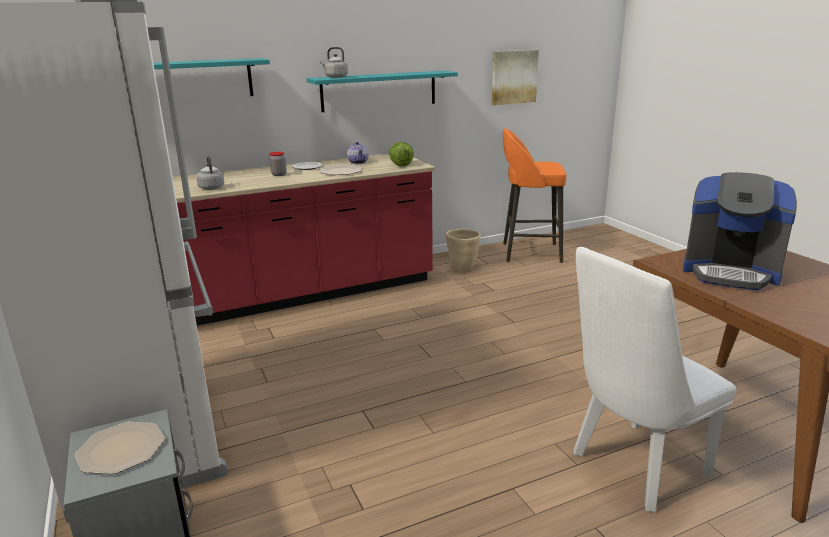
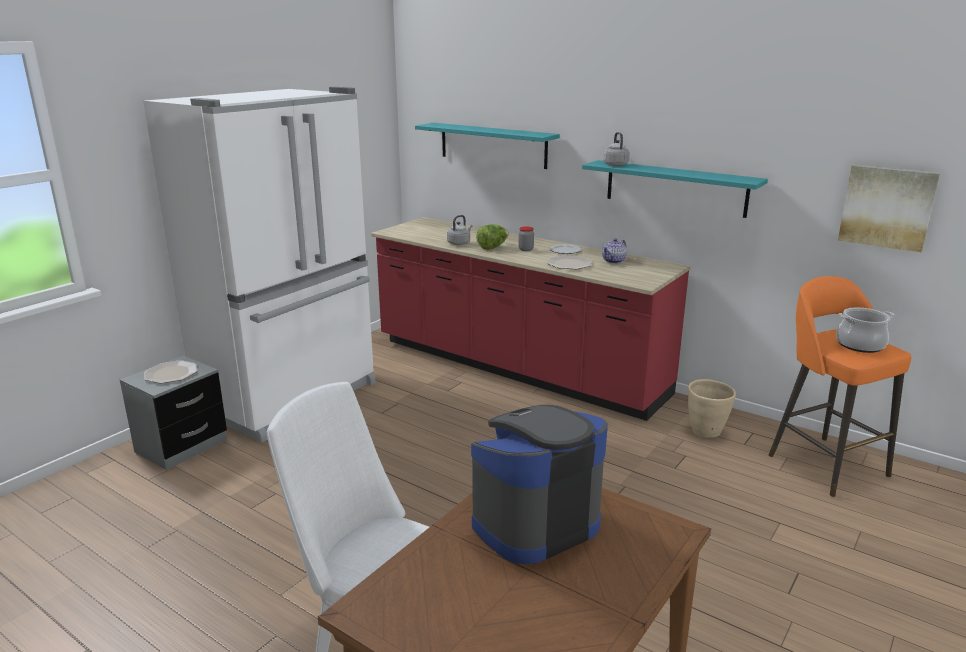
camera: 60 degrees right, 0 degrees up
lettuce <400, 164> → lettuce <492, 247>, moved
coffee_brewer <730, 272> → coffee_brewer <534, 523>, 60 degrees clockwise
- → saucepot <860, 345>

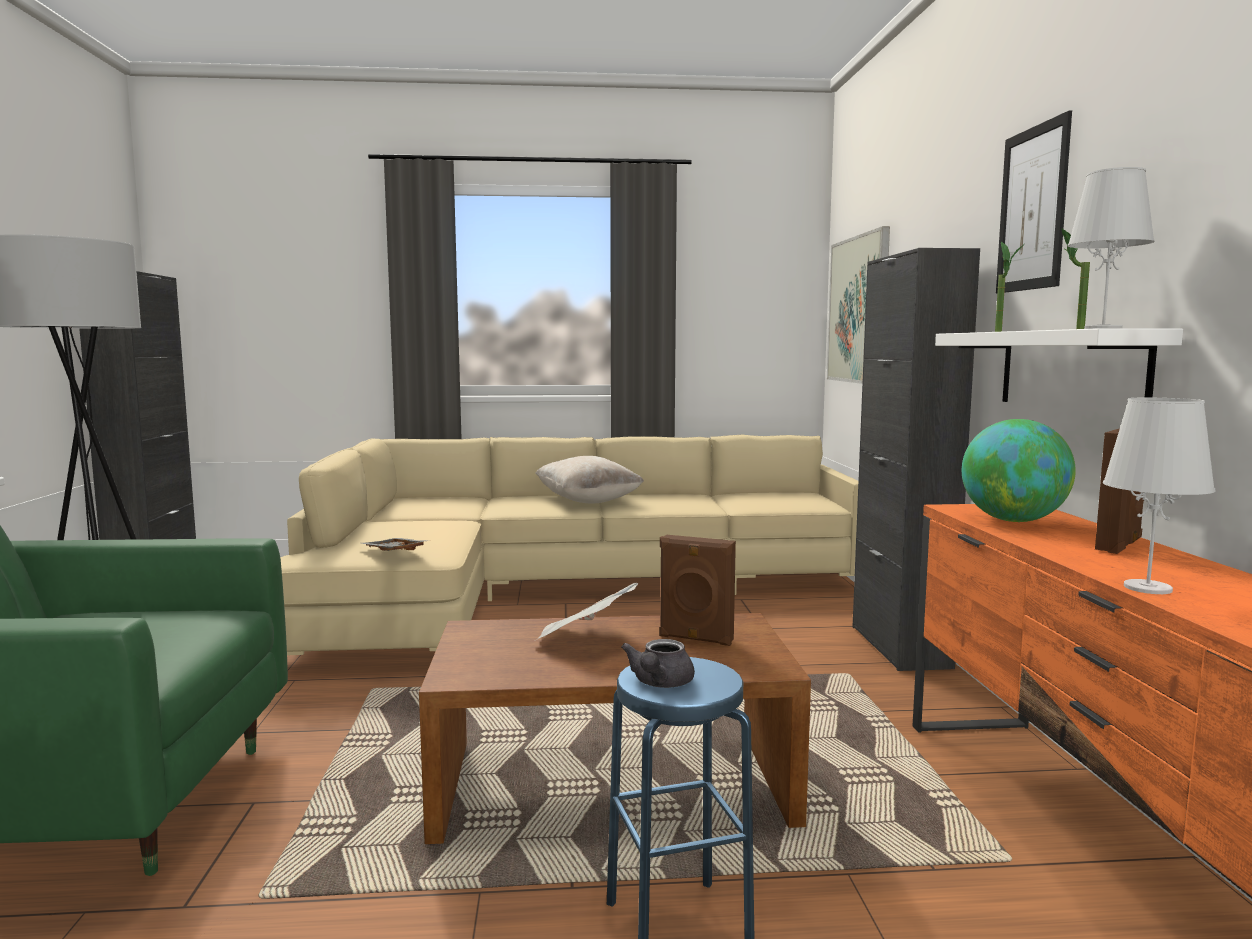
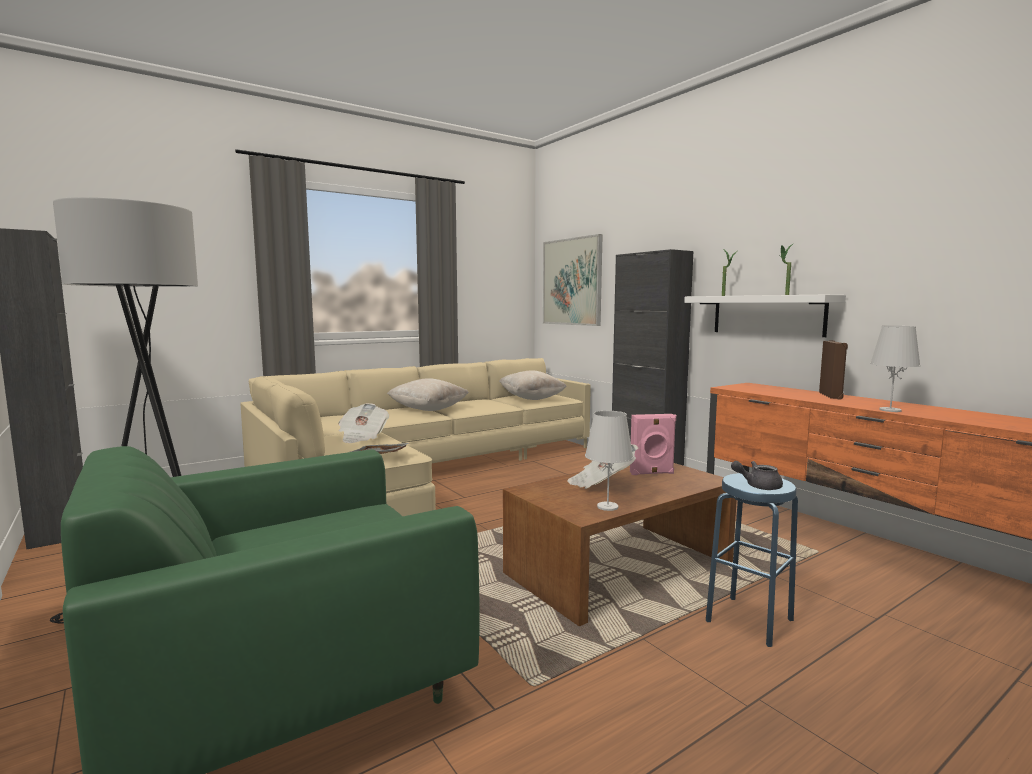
camera: 30 degrees left, 0 degrees up
greyish_pot_for_tea <659, 683> → greyish_pot_for_tea <758, 486>, 105 degrees clockwise
brown_loudspeaker <695, 639> → pinkish_loudspeaker <652, 473>
desk_globe <1013, 520> → -
wall_art <1032, 209> → -
white-coloured_tabletop_lamp <1103, 328> → white-coloured_tabletop_lamp <608, 506>, moved
- → daily_paper <362, 437>
- → beige_throw_pillow <531, 399>

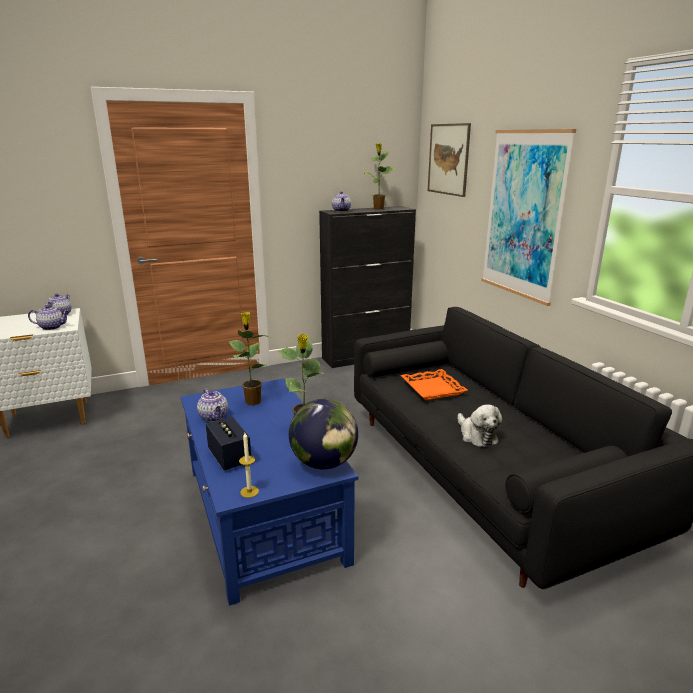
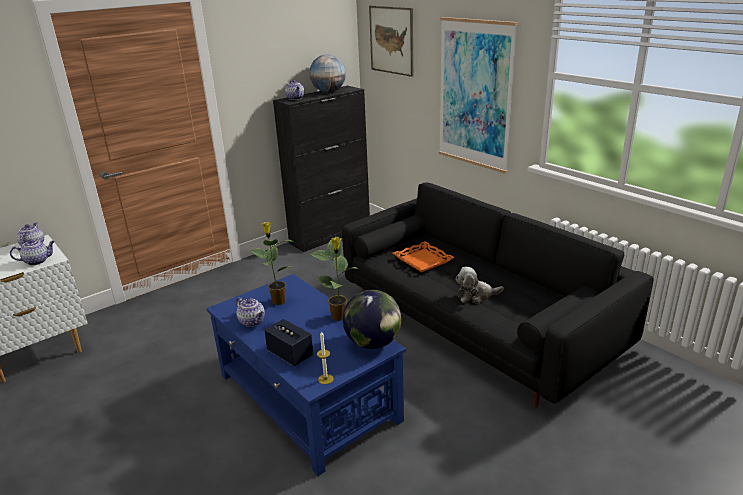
camera: 15 degrees left, 5 degrees up
plant_in_a_pot <378, 208> → desk_globe <328, 92>
cuddly_toy <476, 435> → cuddly_toy <476, 296>, 120 degrees clockwise

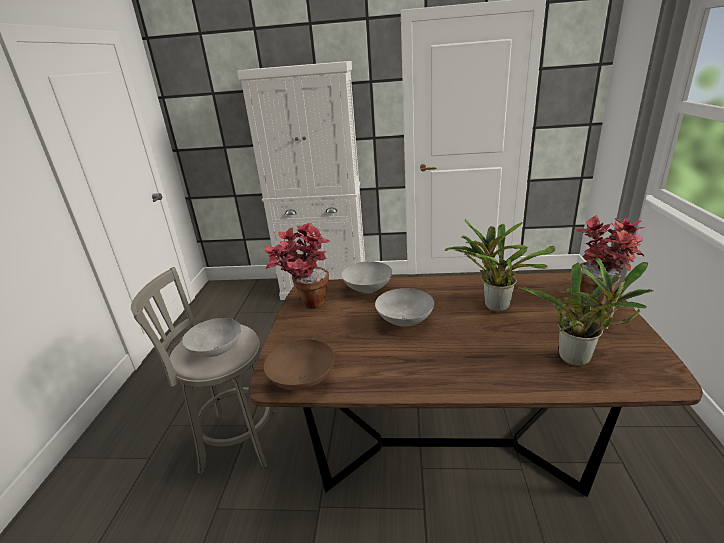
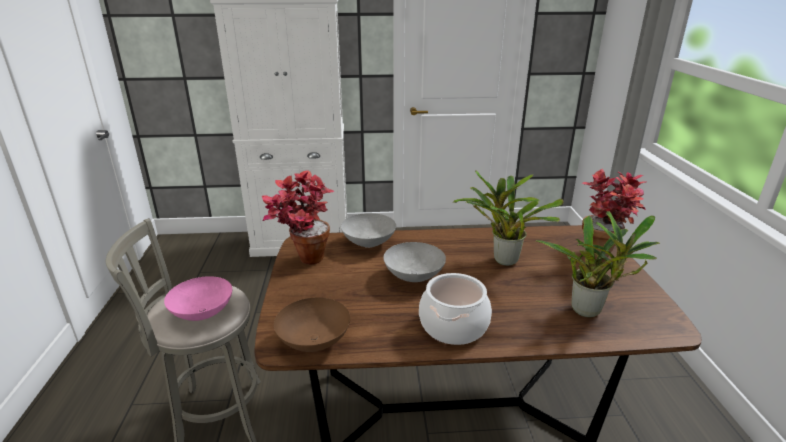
camera: 10 degrees left, 0 degrees up
greyish_serving_bowl <217, 350> → pinkish_serving_bowl <203, 313>
- → saucepot <454, 326>

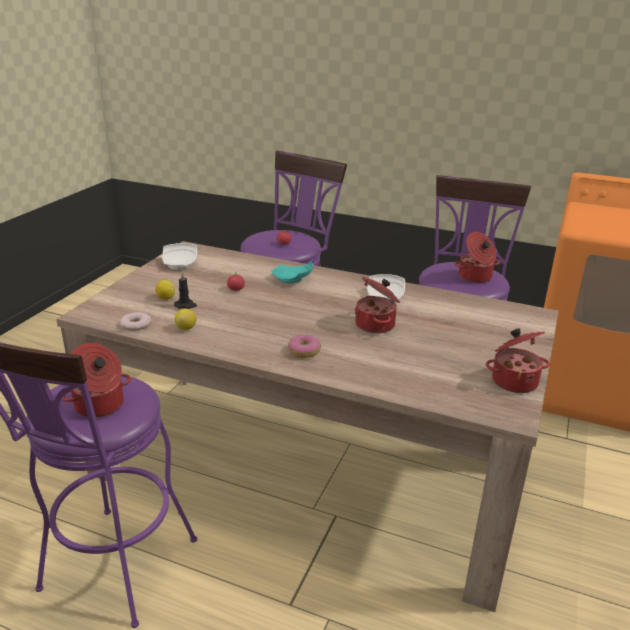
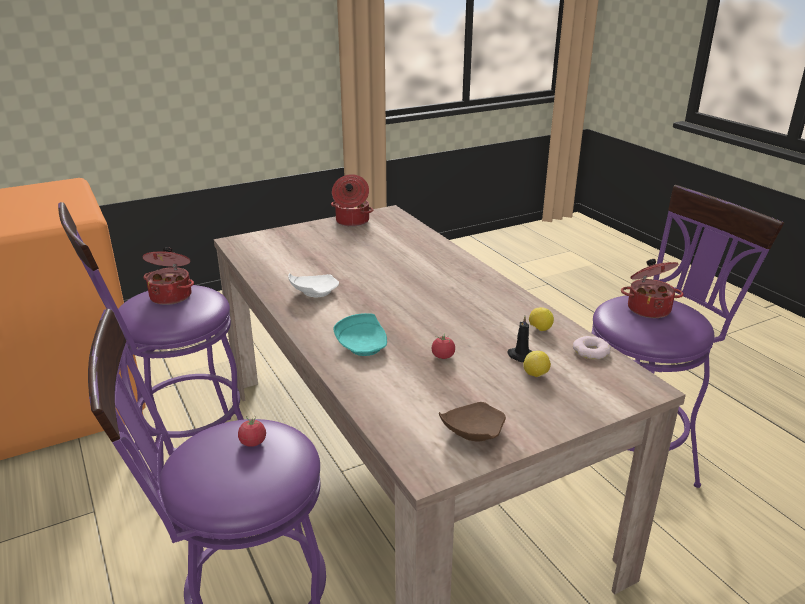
camera: 140 degrees left, 0 degrees up
white-coloured_dinner_plate <180, 264> → brown_dinner_plate <471, 432>
doughnut <304, 351> → -
saucepot <376, 325> → -

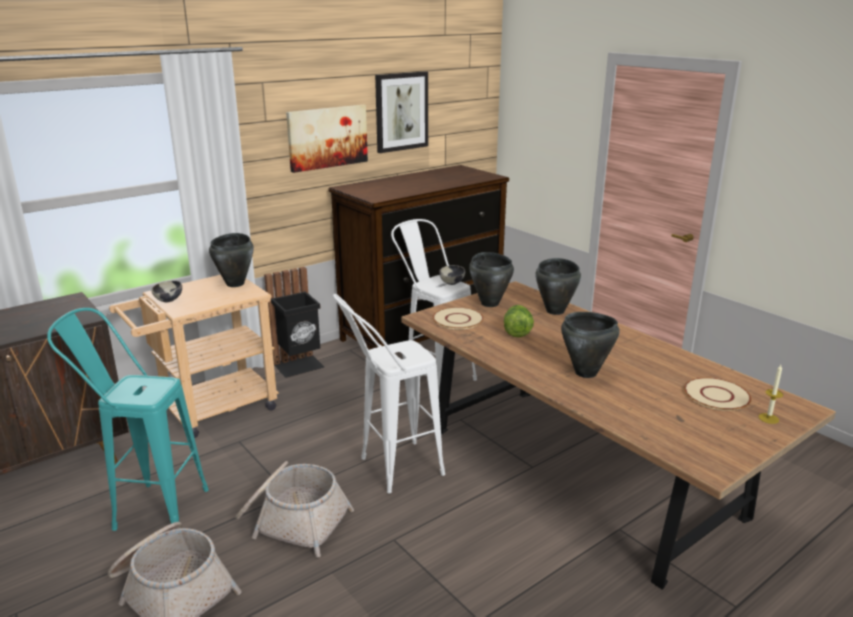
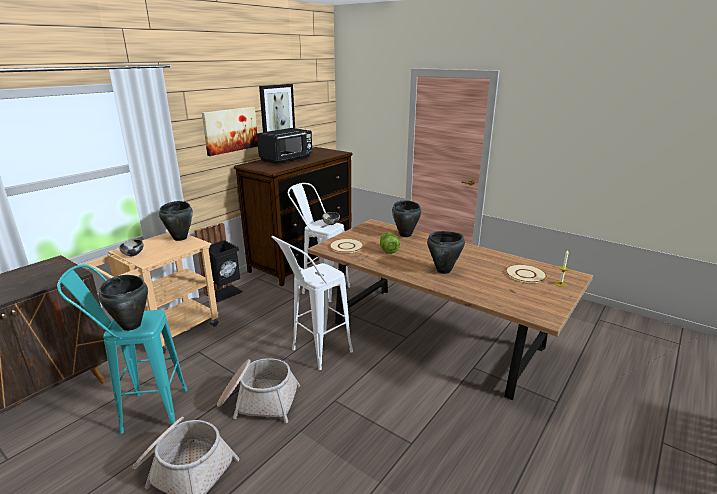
camera: 15 degrees left, 0 degrees up
black_saucepot <490, 303> → black_saucepot <131, 325>, moved
- → black_microwave_oven <287, 159>

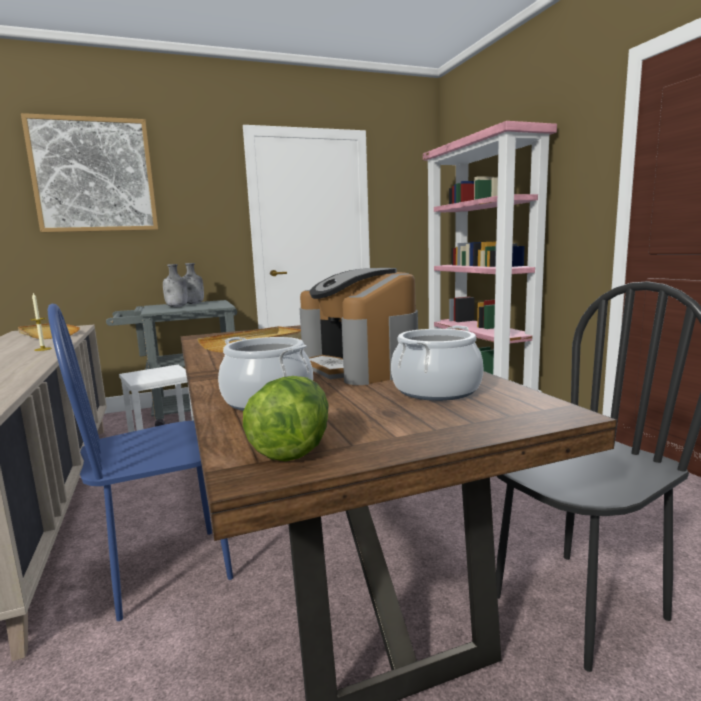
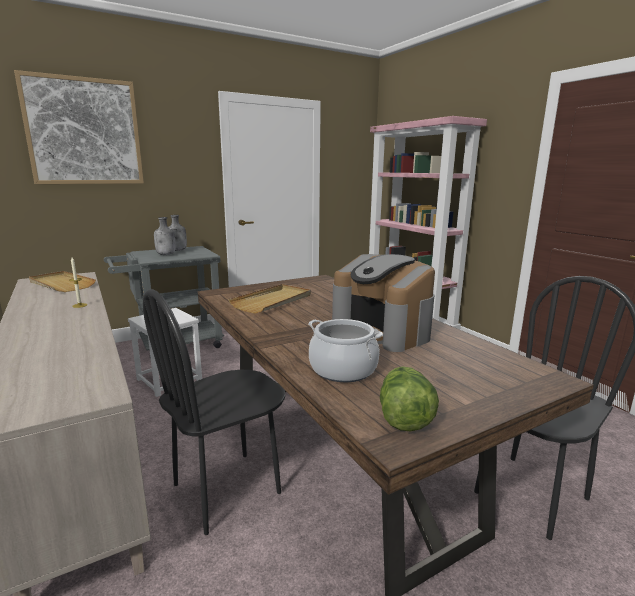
camera: 10 degrees left, 5 degrees up
bluish_plain_chair <170, 569> → black_plain_chair <227, 489>
saucepot <436, 390> → -

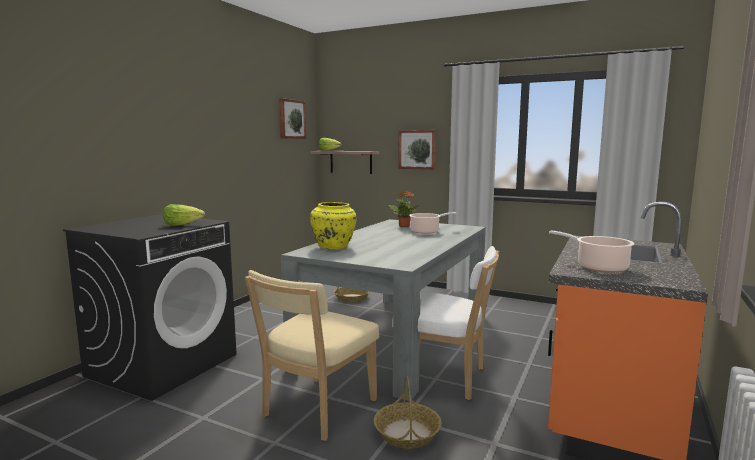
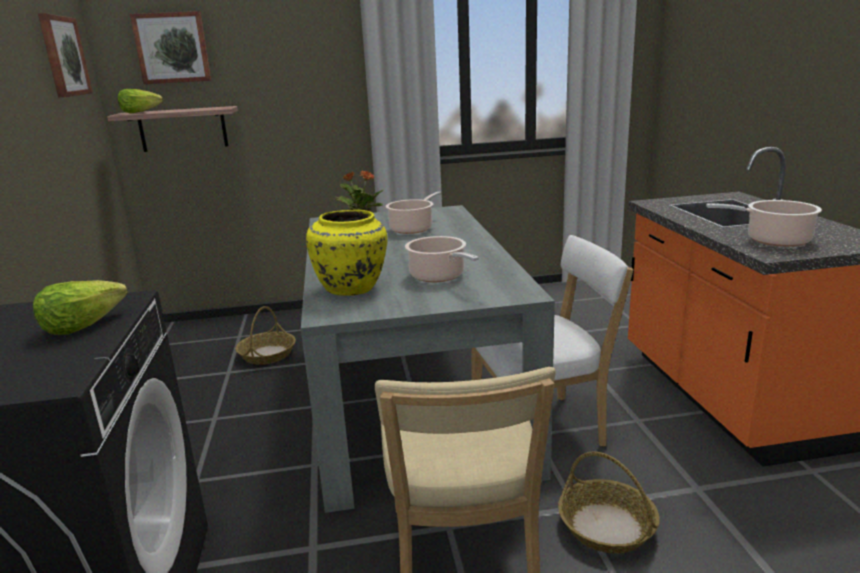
camera: 35 degrees left, 10 degrees up
wall_art <417, 149> → wall_art <172, 48>, moved
- → saucepot <439, 276>

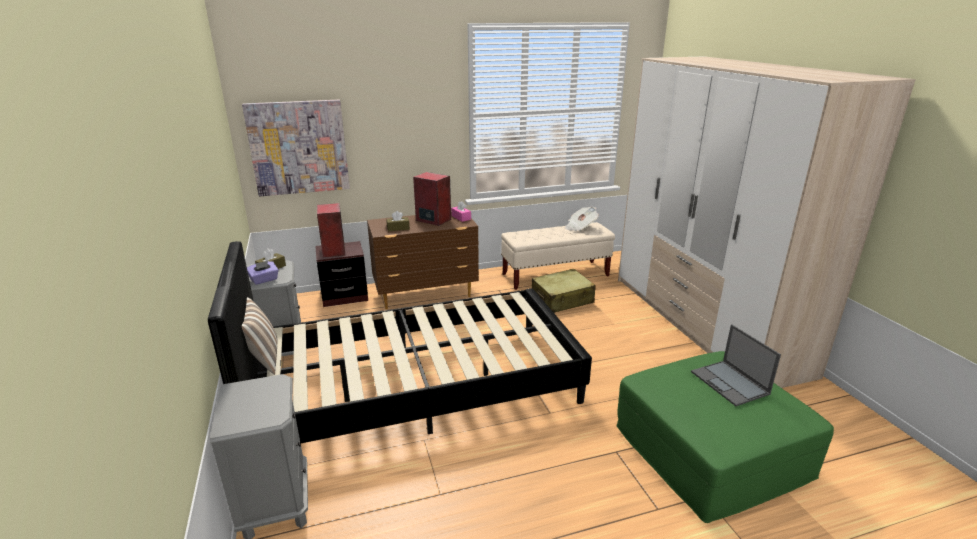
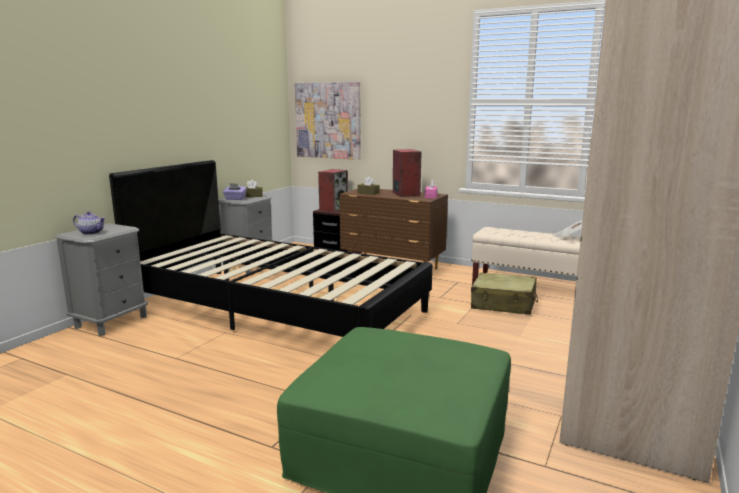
camera: 45 degrees right, 10 degrees down
throw_pillow <263, 359> → -
laptop <730, 383> → -
- → pot_for_tea <91, 232>

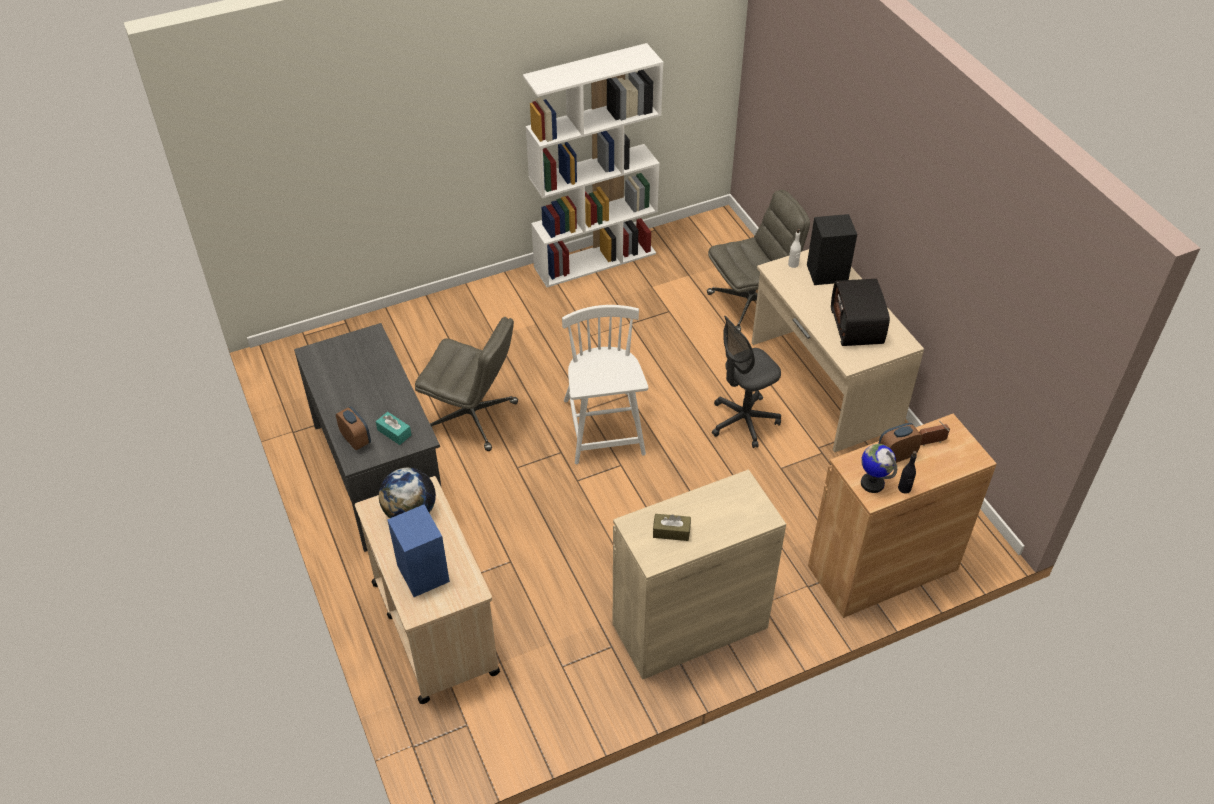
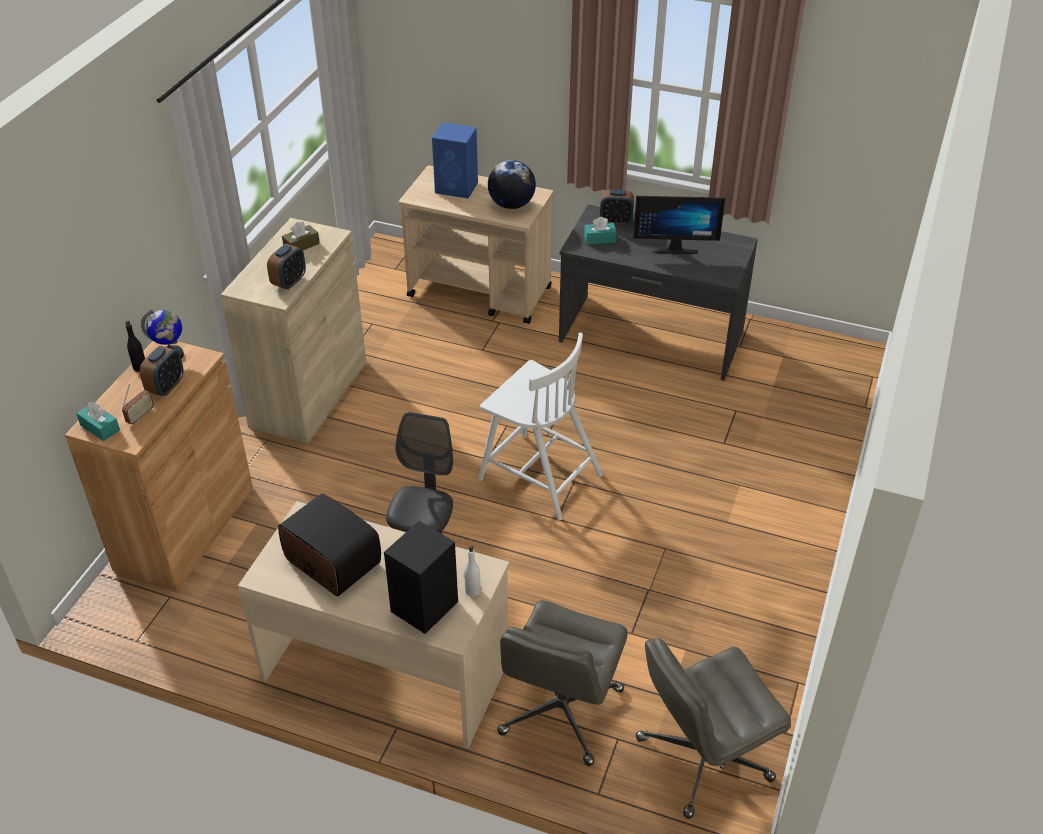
camera: 135 degrees right, 5 degrees down
greyish_office_chair <473, 417> → greyish_office_chair <702, 759>, moved
white-coloured_bookshelf <595, 259> → -
- → blue-green_box_of_tissues <100, 428>
- → bedside_clock <289, 282>
- → computer_display <674, 248>

